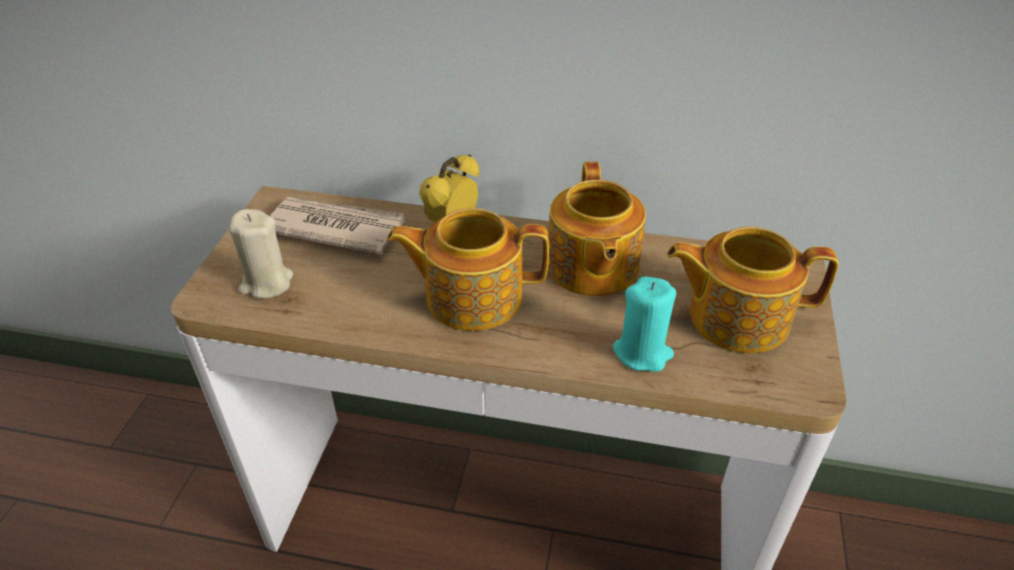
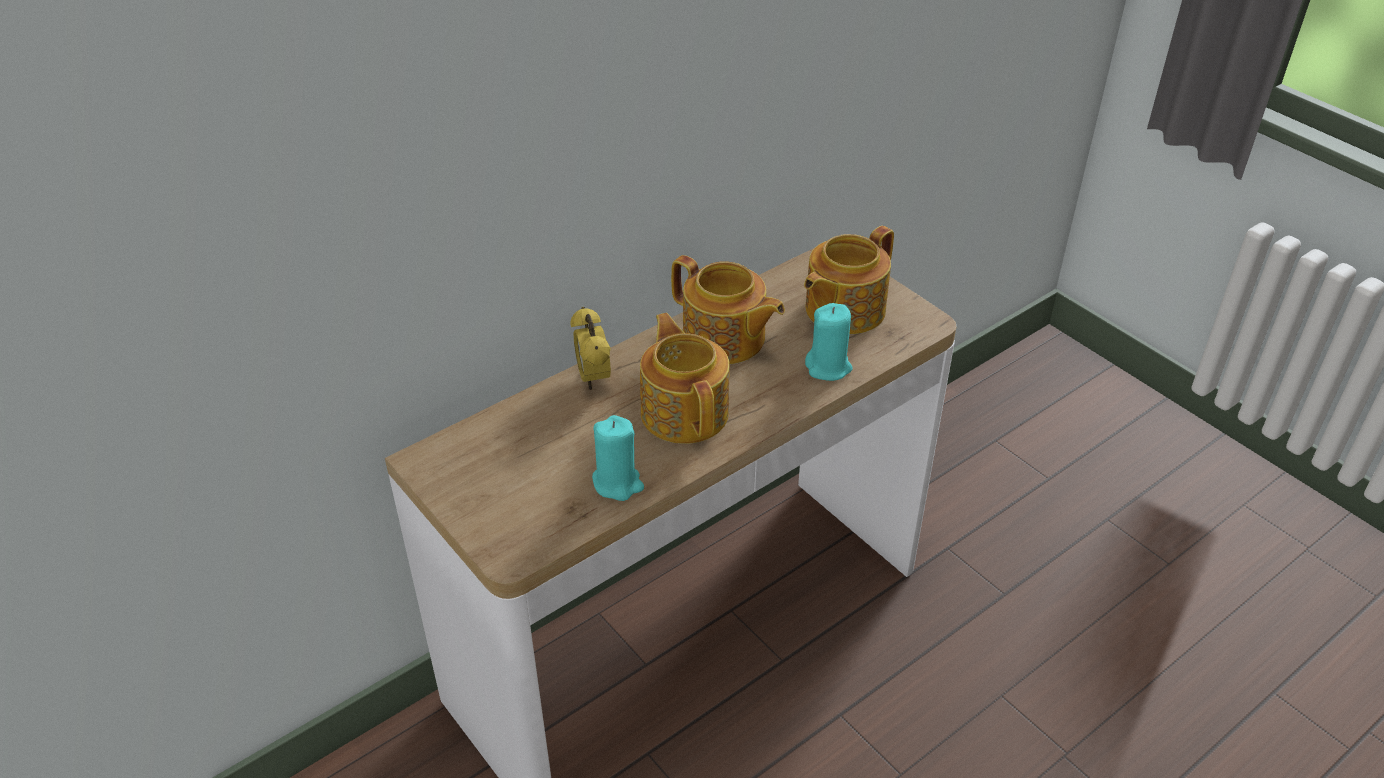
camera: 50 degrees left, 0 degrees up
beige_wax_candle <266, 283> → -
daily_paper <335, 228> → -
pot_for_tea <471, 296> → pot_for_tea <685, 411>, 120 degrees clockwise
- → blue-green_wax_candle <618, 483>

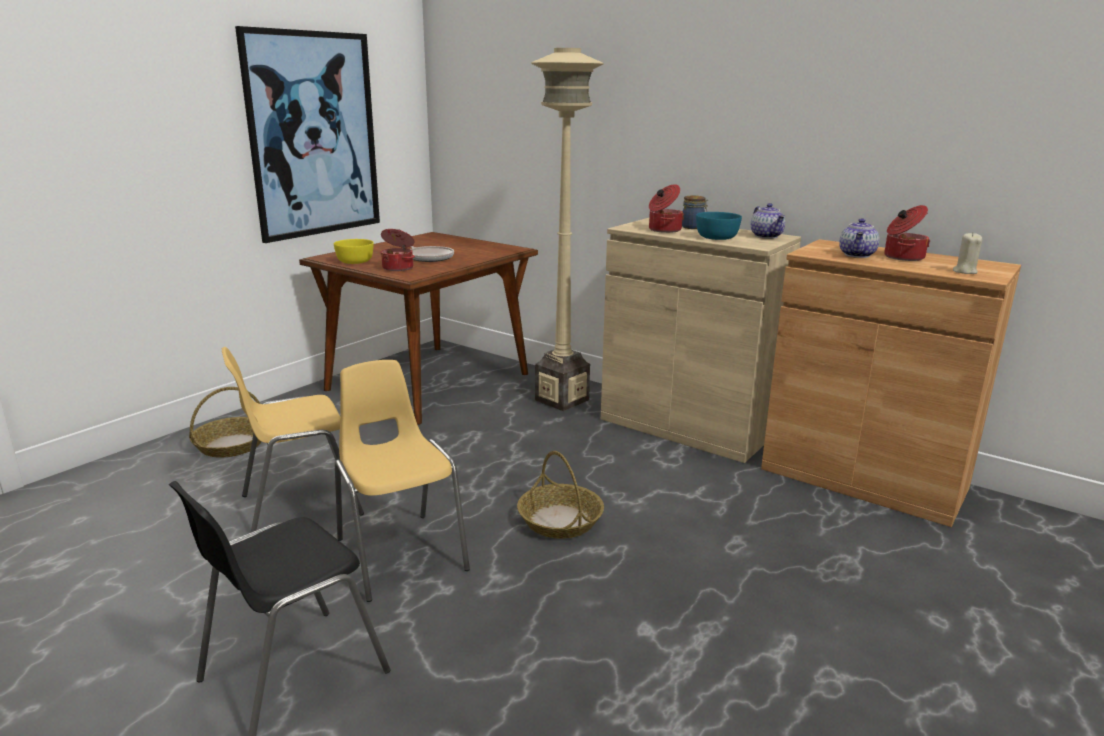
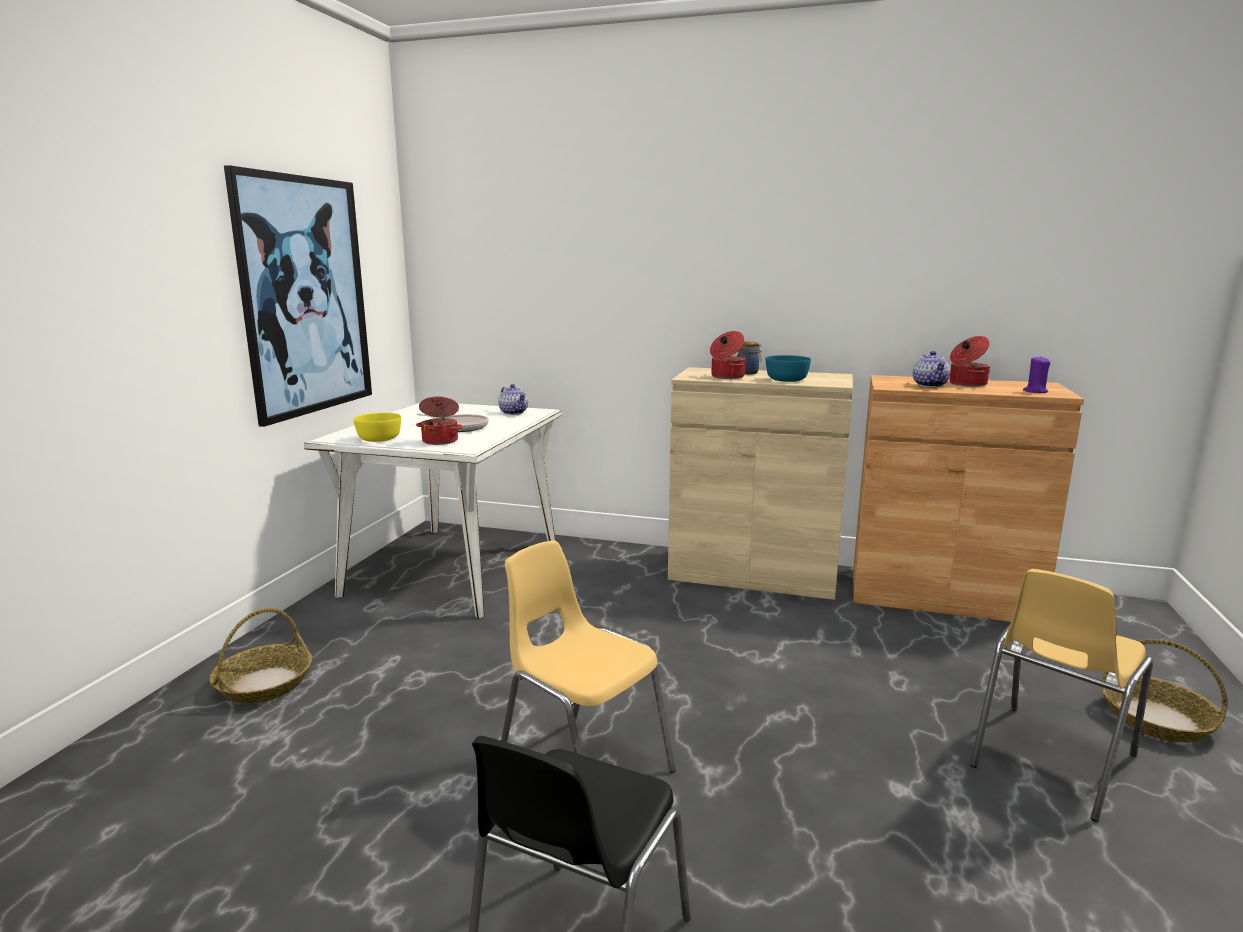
camera: 20 degrees left, 5 degrees down
yellow-coloured_plain_chair <300, 504> → yellow-coloured_plain_chair <1050, 760>, moved
brown_dinner_table <429, 381> → white-coloured_dinner_table <454, 568>
household_basket <560, 521> → household_basket <1157, 720>, moved
beige_standing_lamp <562, 400> → -
pot_for_tea <767, 236> → pot_for_tea <514, 412>, moved
beige_wax_candle <964, 271> → purple_wax_candle <1035, 391>

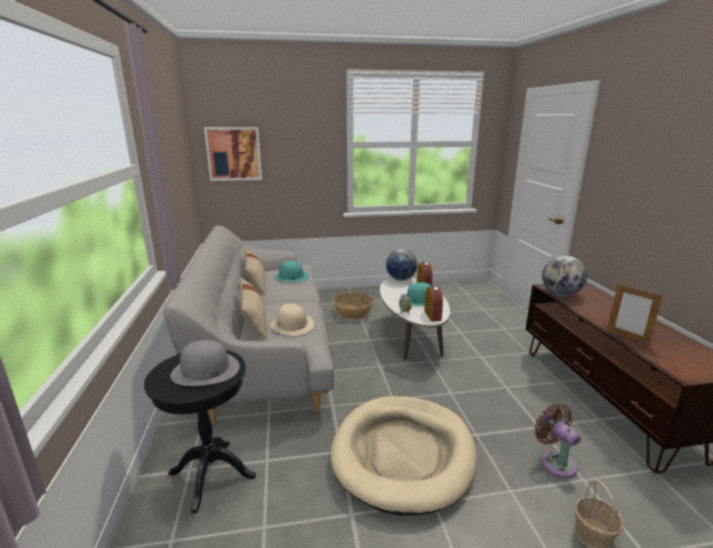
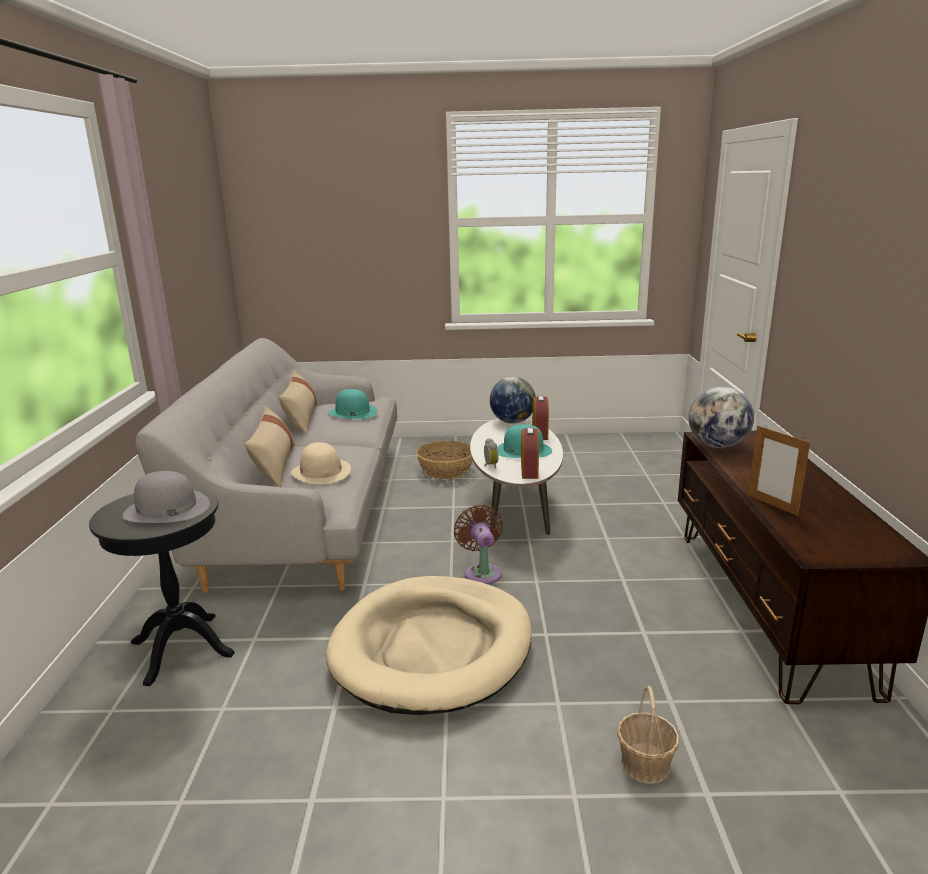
camera: 10 degrees right, 0 degrees up
wall_art <234, 154> → -
brown_electric_fan <555, 462> → brown_electric_fan <482, 572>, moved

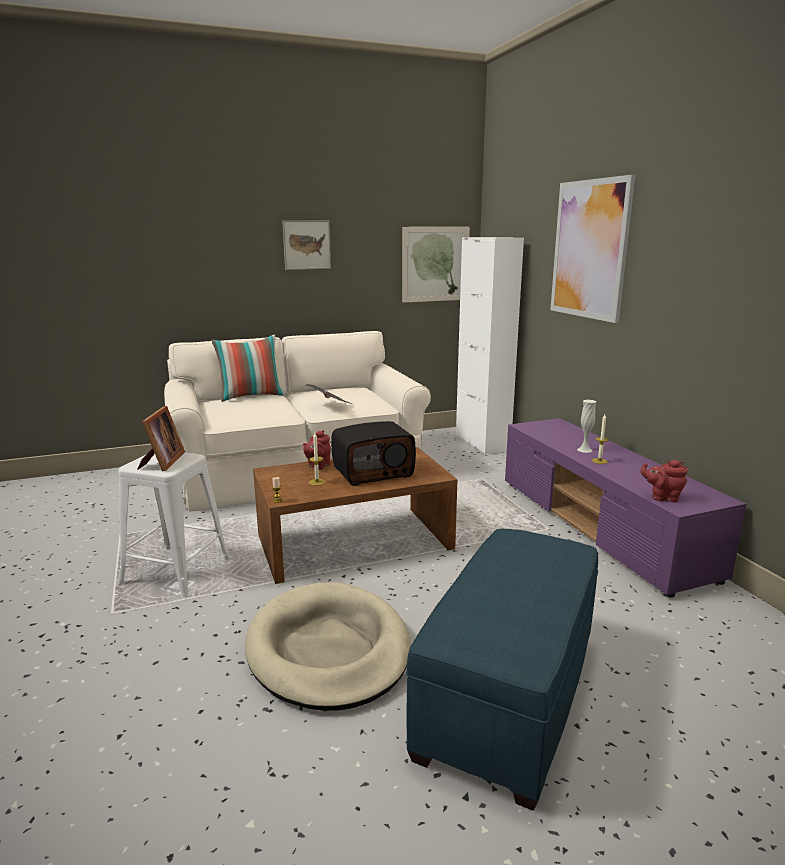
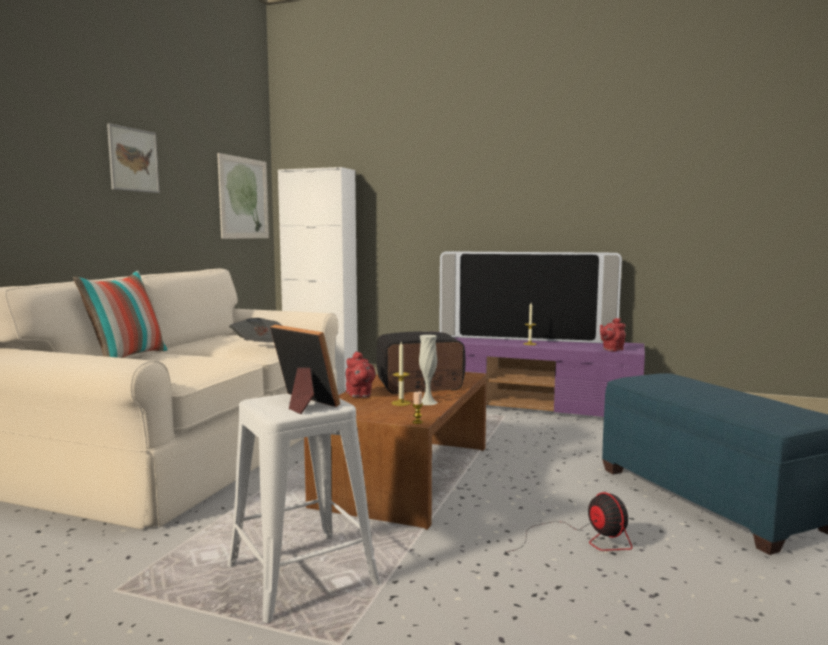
camera: 50 degrees left, 10 degrees down
beige_dog_cushion <328, 650> → electric_fan <582, 540>
radio <373, 472> → radio <419, 385>, 120 degrees counterclockwise
wall_art <589, 249> → -
white-coloured_flower_vase <584, 450> → white-coloured_flower_vase <427, 402>, moved
- → TV <526, 338>

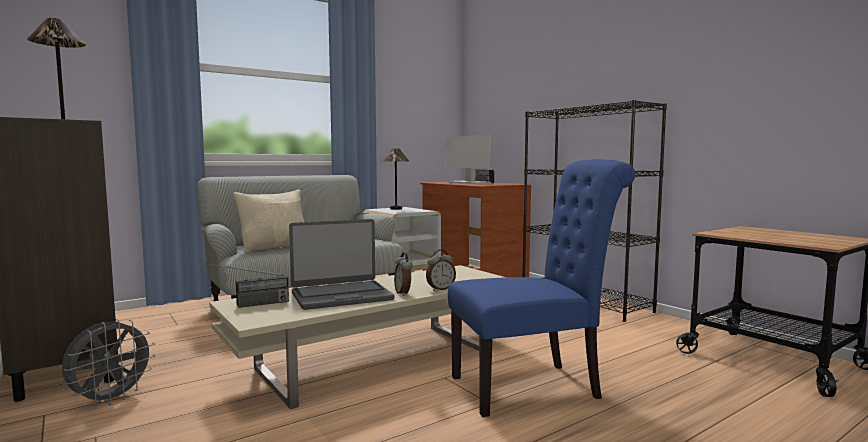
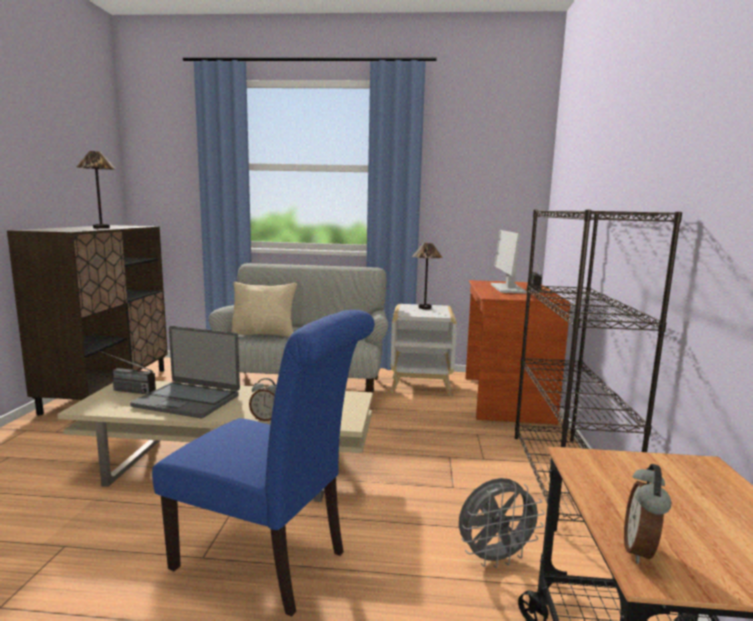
camera: 40 degrees right, 5 degrees up
greyish_electric_fan <111, 399> → greyish_electric_fan <495, 558>, moved
bedside_clock <403, 293> → bedside_clock <641, 551>, moved

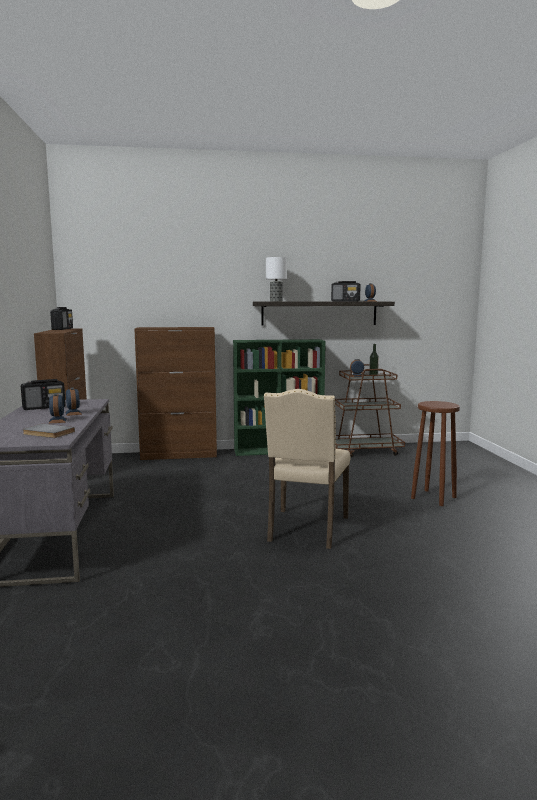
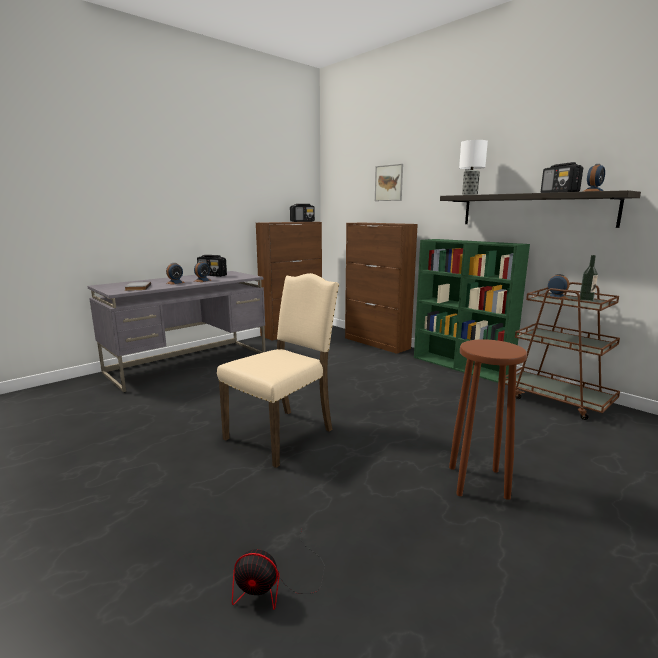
camera: 55 degrees right, 5 degrees up
beige_plain_chair <306, 529> → beige_plain_chair <282, 434>, 150 degrees clockwise
- → electric_fan <276, 585>
- → wall_art <388, 183>

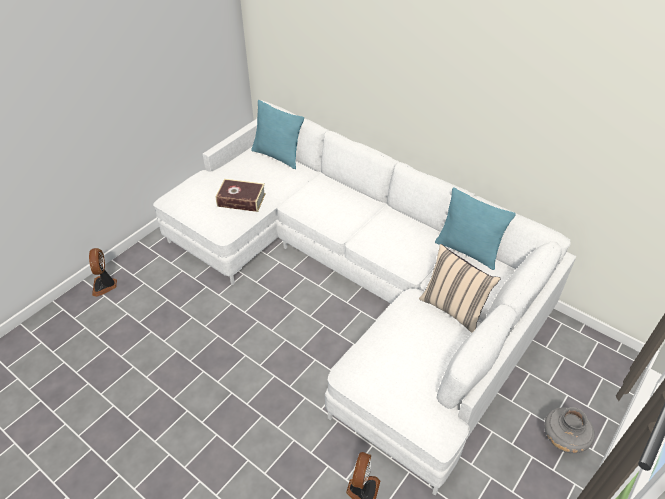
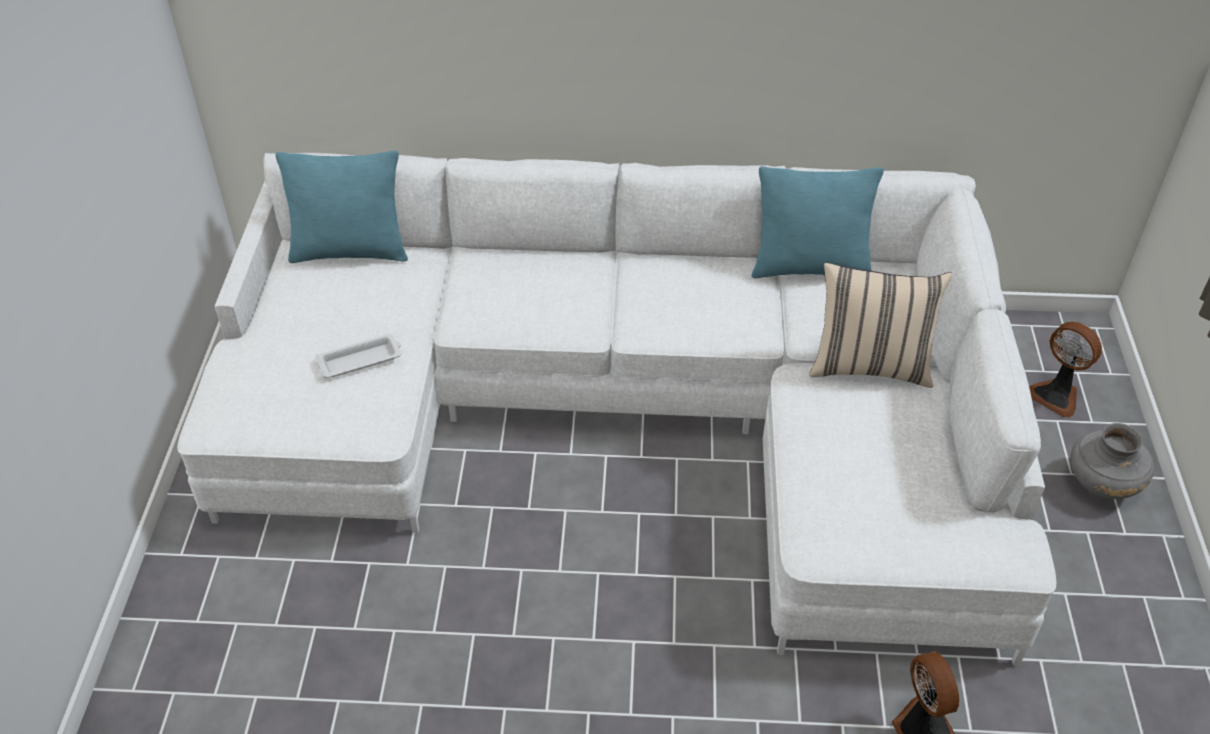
camera: 35 degrees left, 0 degrees up
electric_fan <105, 285> → electric_fan <1056, 395>, moved
volume <241, 200> → white-coloured_carrying_tray <361, 360>

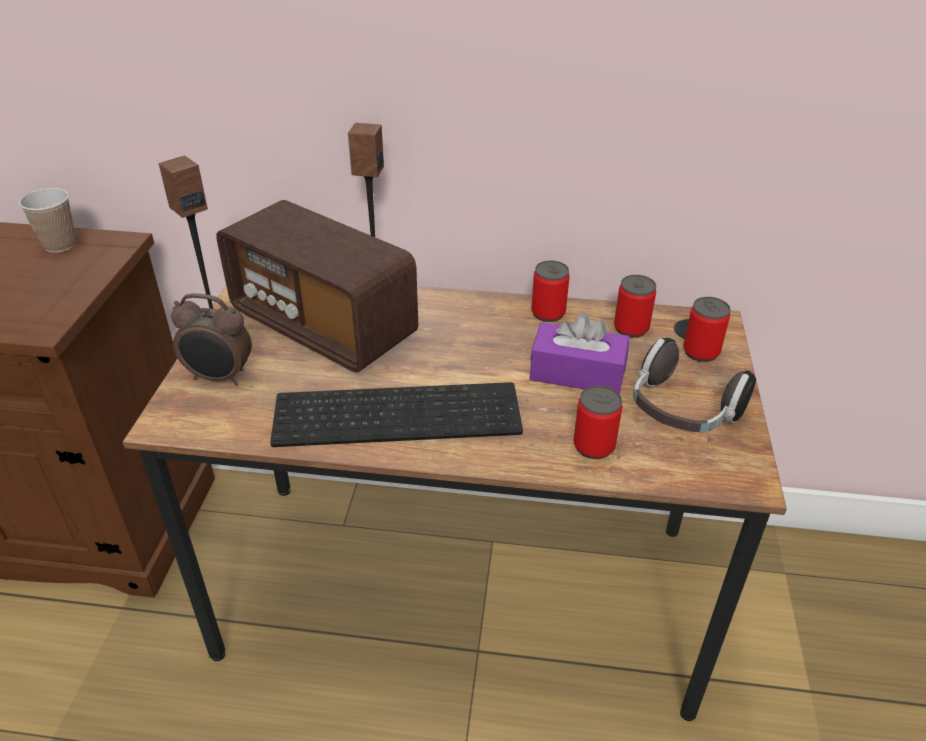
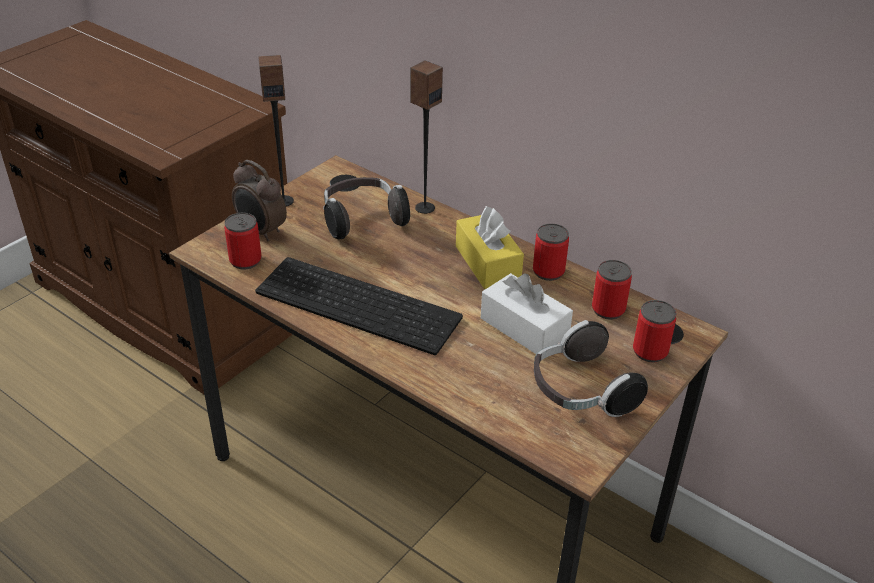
camera: 30 degrees right, 0 degrees up
drinking_cup <60, 245> → -
radio <324, 326> → pair_of_headphones <362, 220>
purple_box_of_tissues <577, 373> → white-coloured_box_of_tissues <524, 328>
metal_can <594, 446> → metal_can <245, 260>, moved
- → yellow-coloured_box_of_tissues <487, 263>

